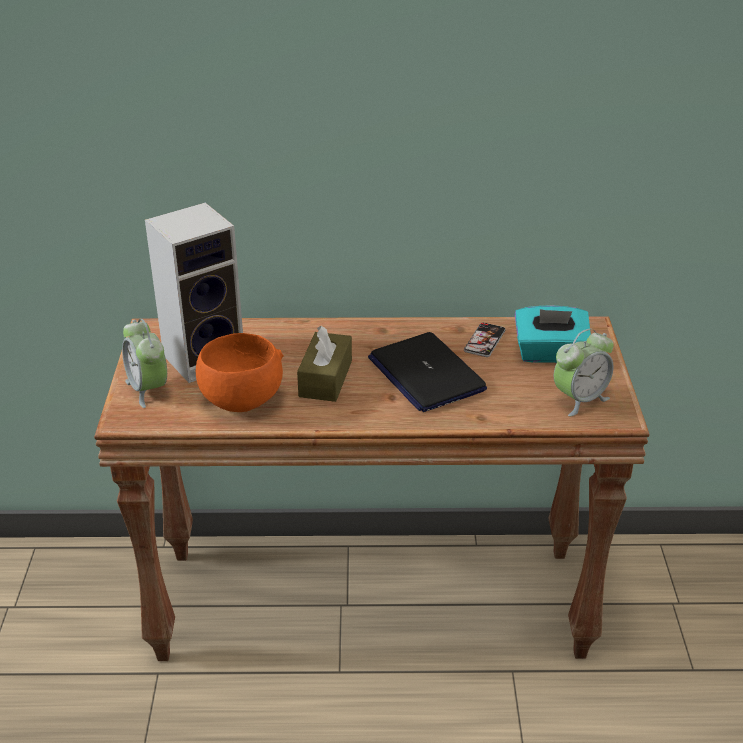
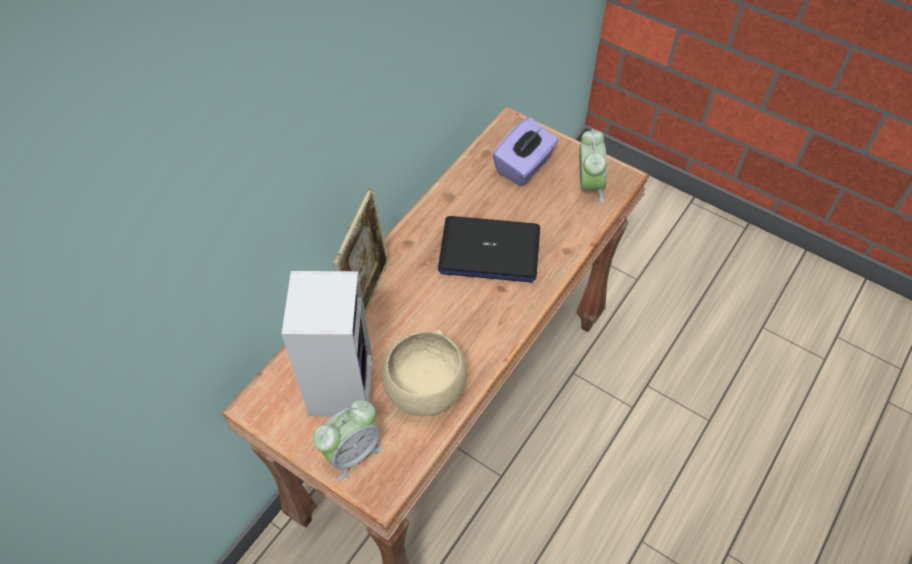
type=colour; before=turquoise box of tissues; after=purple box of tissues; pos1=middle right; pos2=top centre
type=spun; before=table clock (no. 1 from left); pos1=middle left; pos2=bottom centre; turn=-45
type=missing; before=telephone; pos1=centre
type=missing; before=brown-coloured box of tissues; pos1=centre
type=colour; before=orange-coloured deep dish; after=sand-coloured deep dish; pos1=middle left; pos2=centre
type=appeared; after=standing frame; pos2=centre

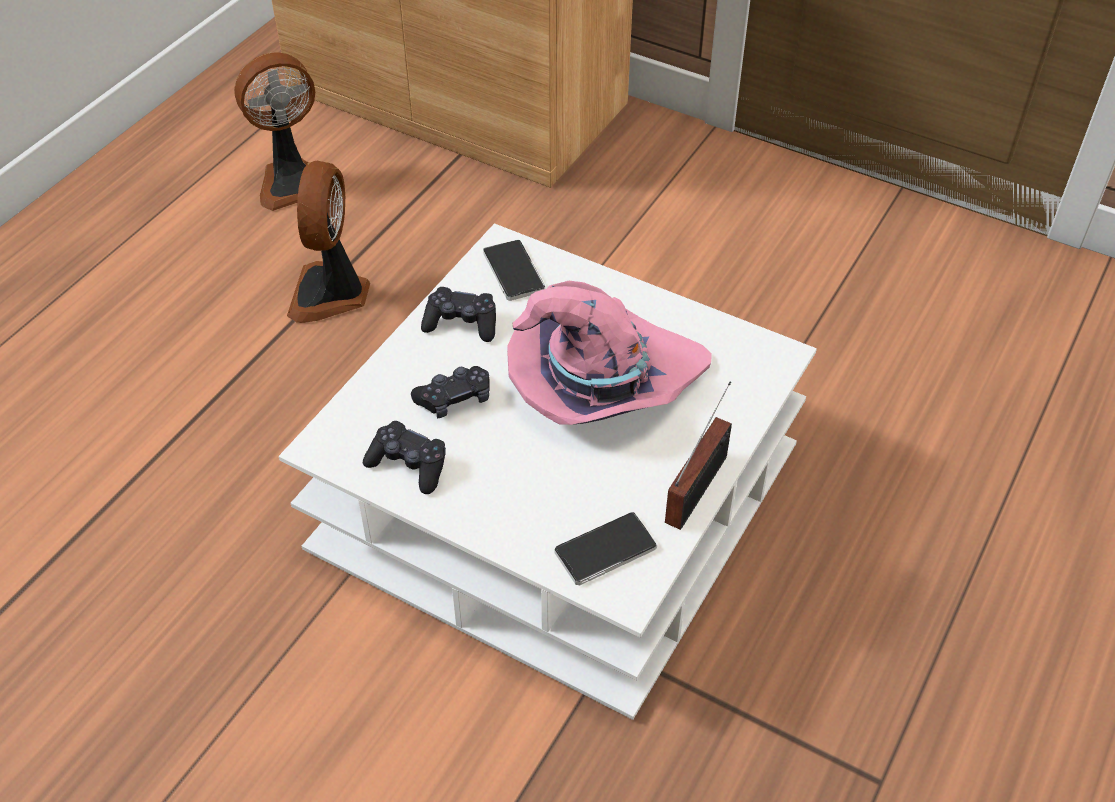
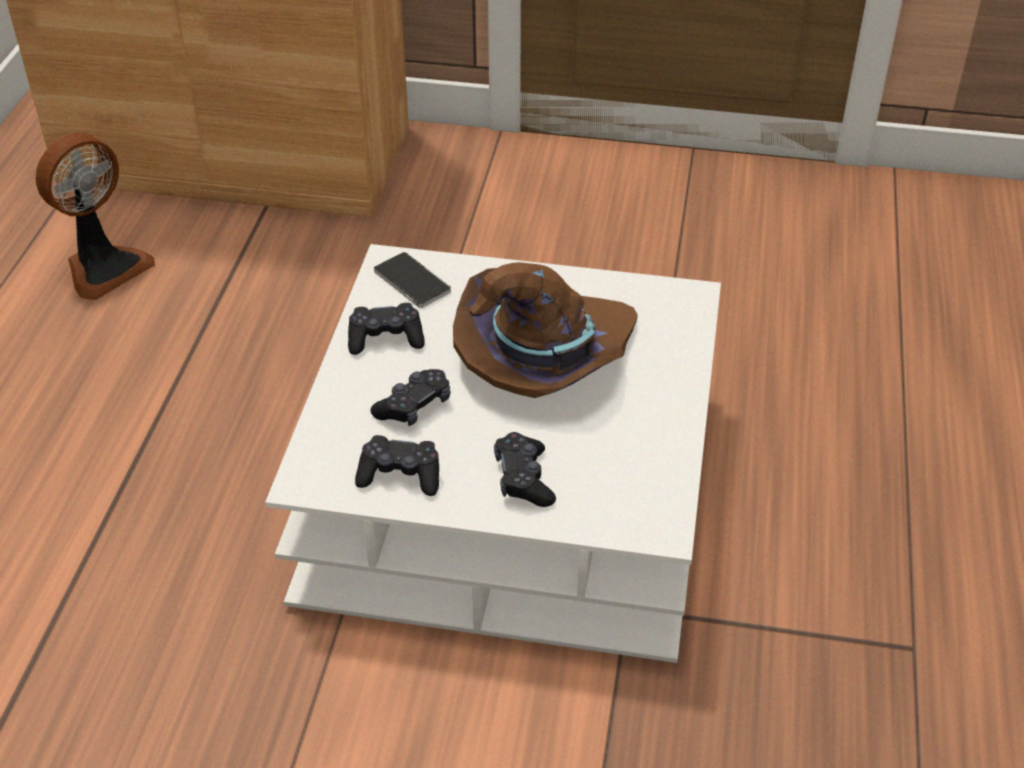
type=missing; before=electric fan (no. 2 from left); pos1=top left
type=colour; before=pink-coloured clothing hat; after=brown-coloured clothing hat; pos1=centre; pos2=centre
type=missing; before=radio set; pos1=centre
type=missing; before=telephone (no. 2 from left); pos1=bottom centre
type=appeared; after=black gamepad (no. 4 from left); pos2=centre

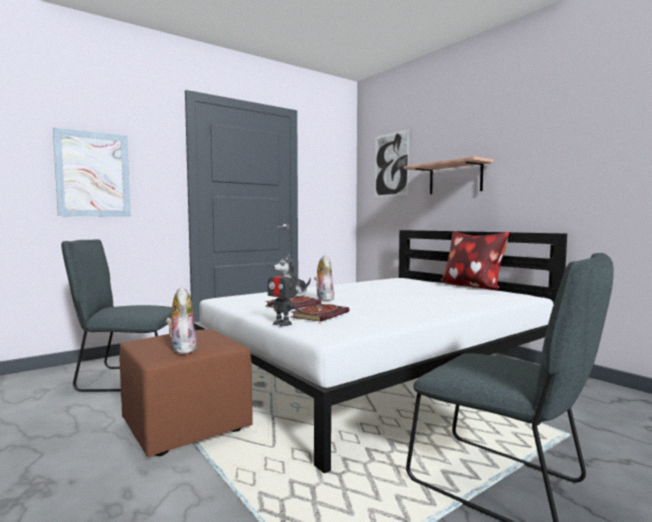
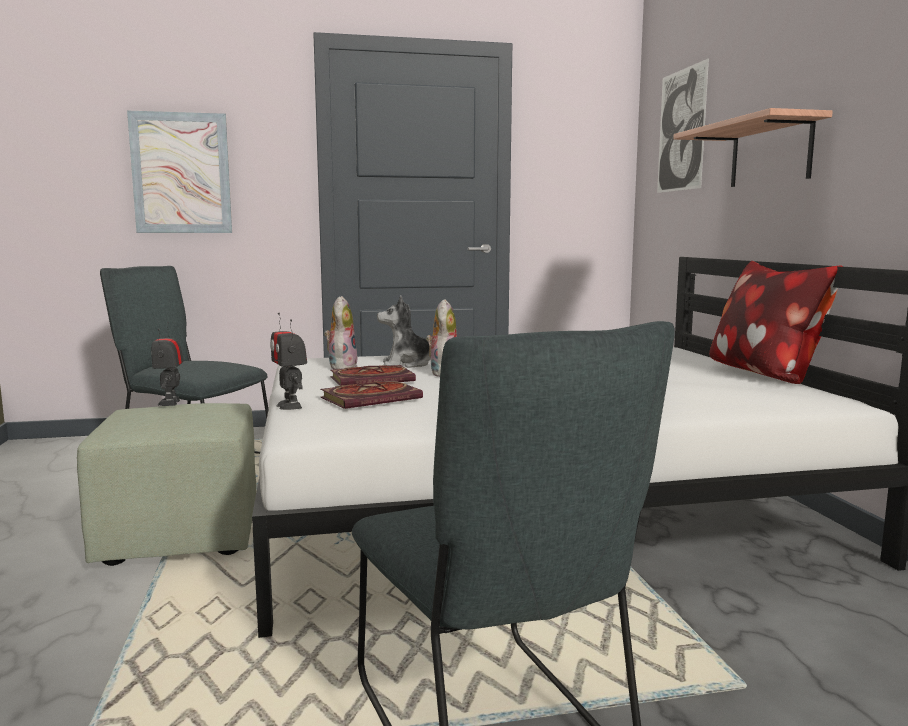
type=relocated; before=plush toy (no. 1 from left); pos1=middle left; pos2=centre
type=colour; before=brown-coloured ottoman; after=green-coloured ottoman; pos1=bottom left; pos2=bottom left
type=appeared; after=robot figure (no. 1 from left); pos2=middle left

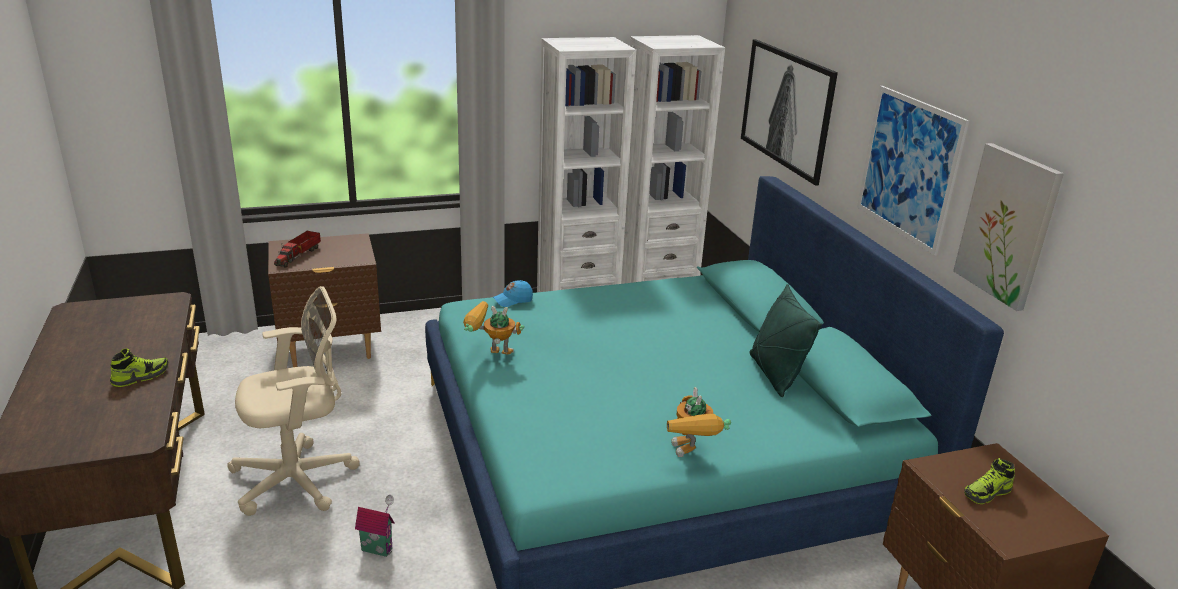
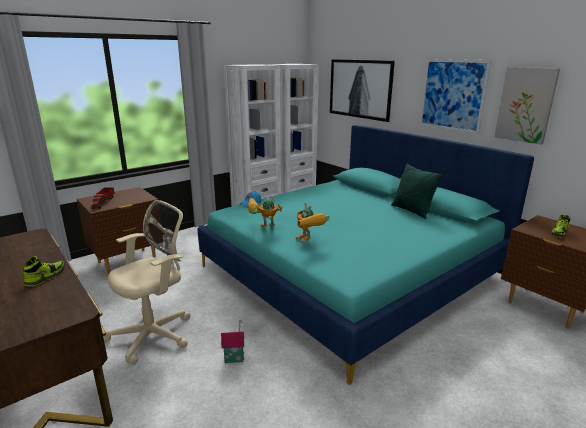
type=relocated; before=robot figure (no. 2 from left); pos1=bottom centre; pos2=centre

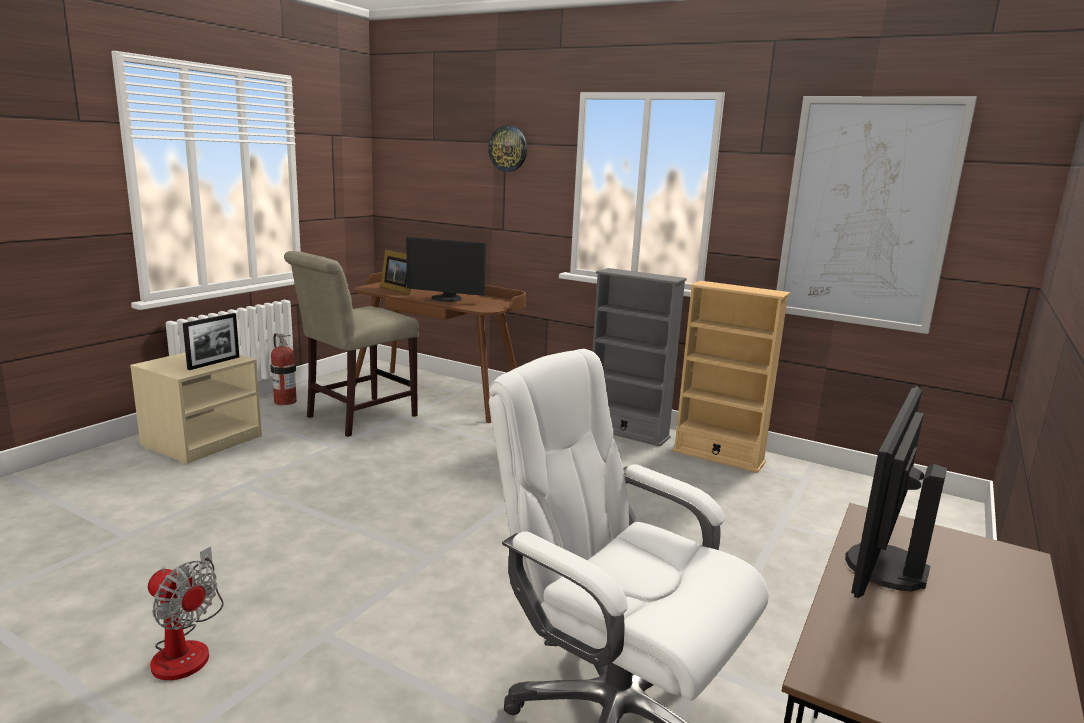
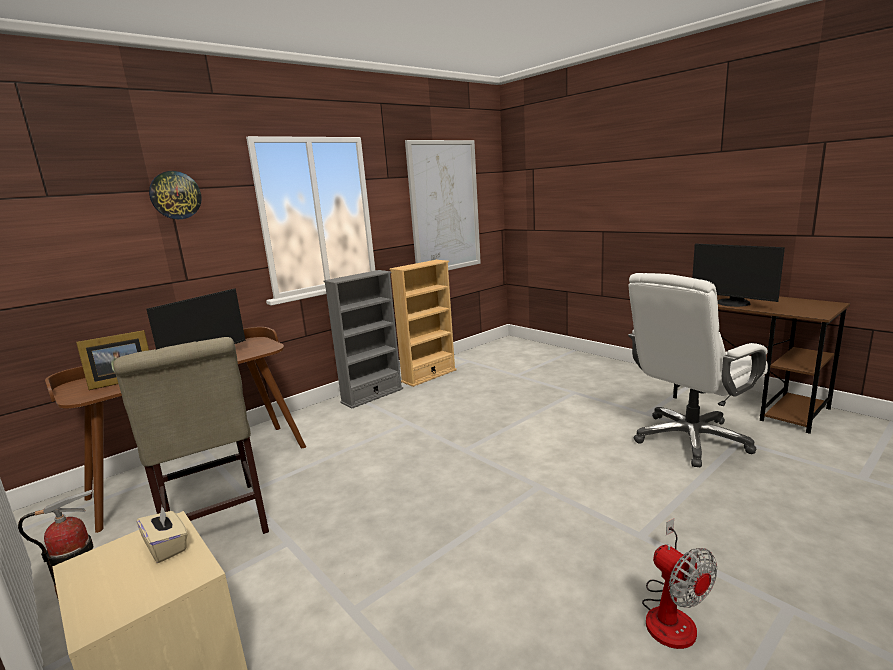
type=exchanged; before=standing frame (no. 1 from left); after=sand-coloured box of tissues; pos1=middle left; pos2=bottom left
type=spun; before=electric fan; pos1=bottom left; pos2=bottom right; turn=105

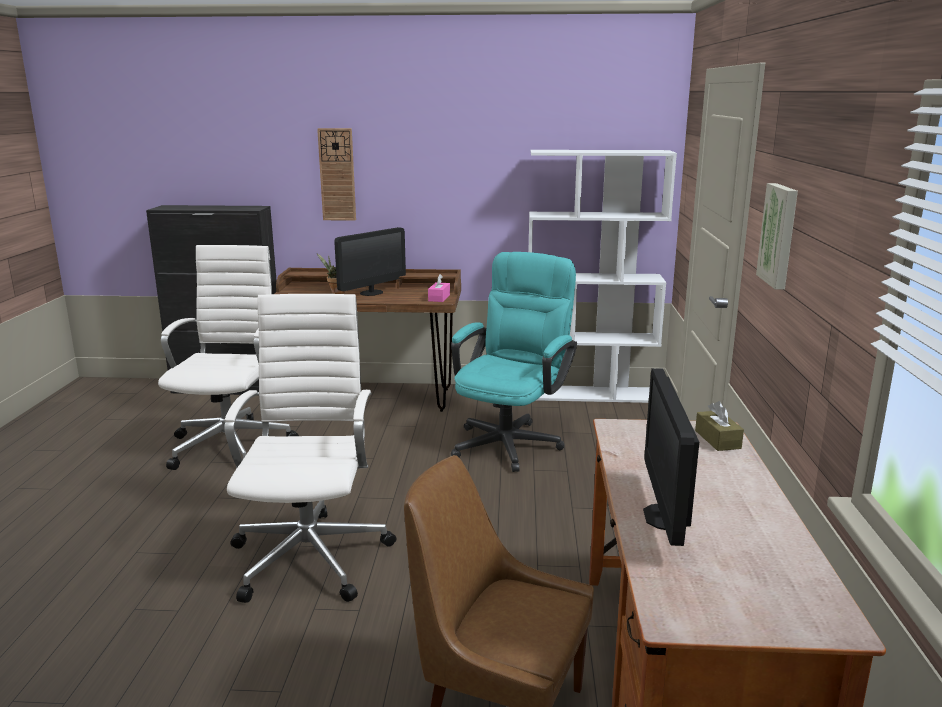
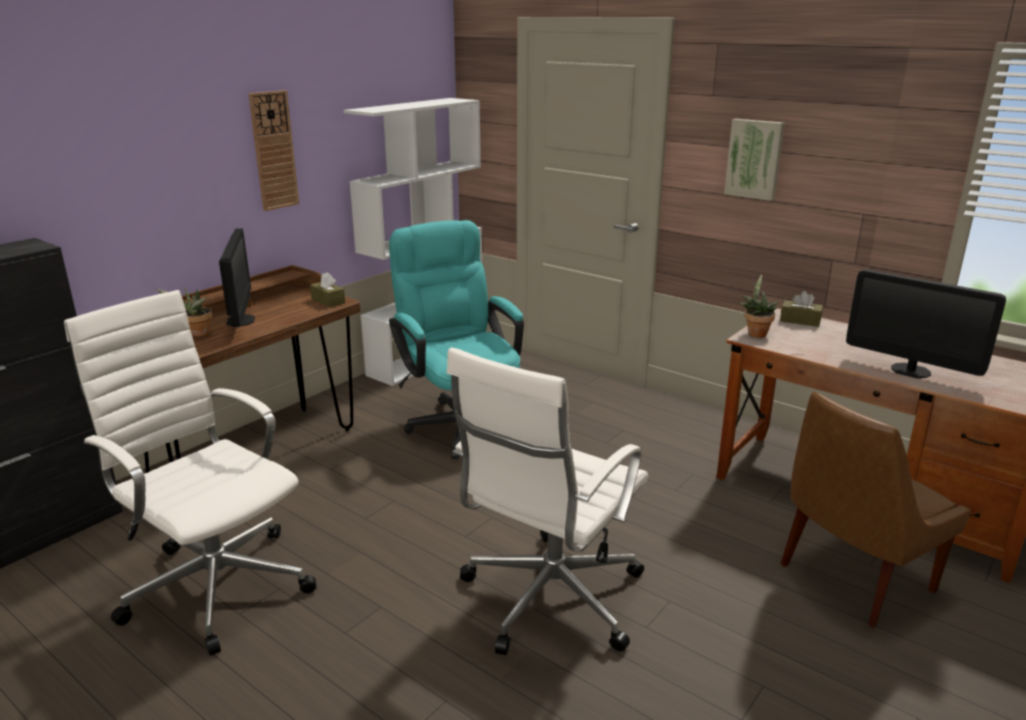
type=relocated; before=clock on the wall; pos1=top centre; pos2=top left
type=colour; before=pink-coloured box of tissues; after=brown-coloured box of tissues (no. 1 from left); pos1=centre; pos2=middle left
type=spun; before=white desk chair (no. 2 from left); pos1=middle left; pos2=bottom centre; turn=-90
type=appeared; after=potted plant (no. 2 from left); pos2=middle right

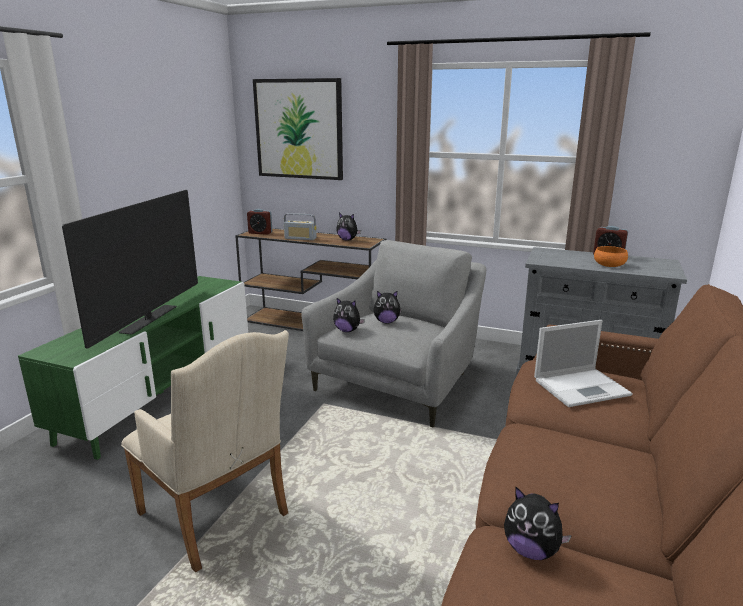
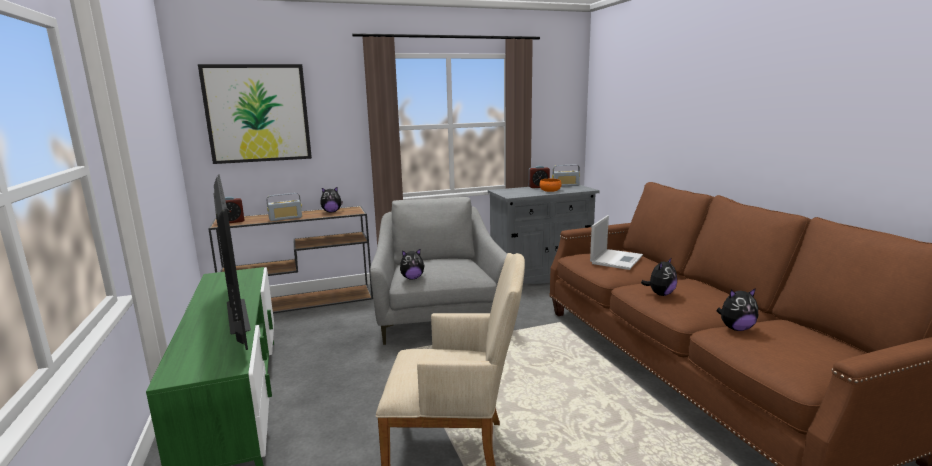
type=relocated; before=plush toy (no. 3 from left); pos1=centre; pos2=middle right
type=appeared; after=radio set (no. 2 from left); pos2=centre

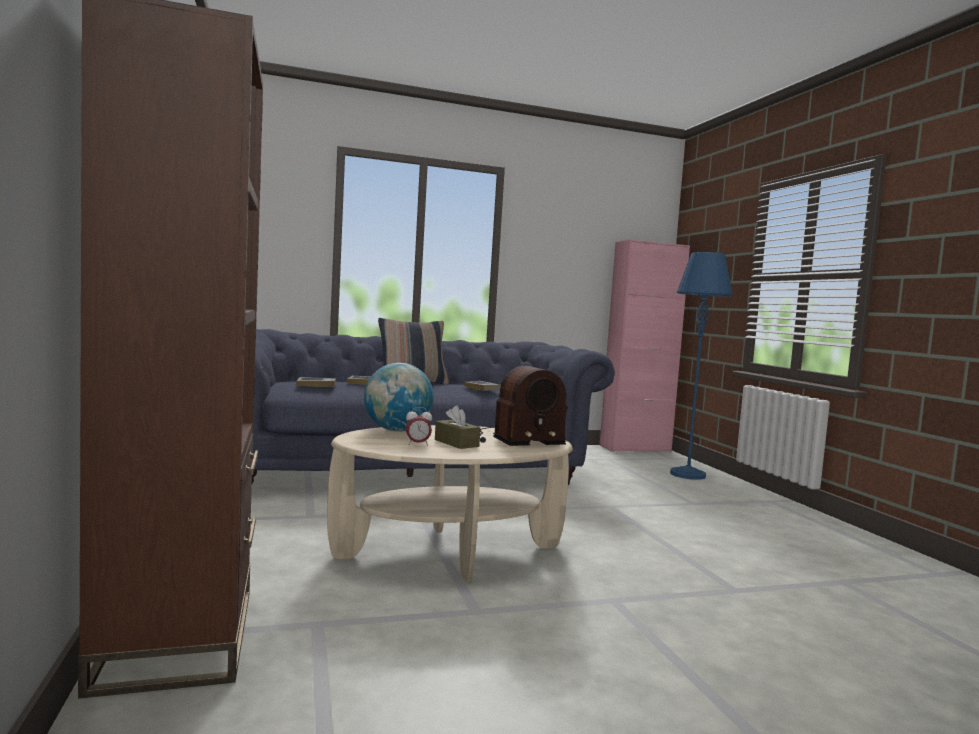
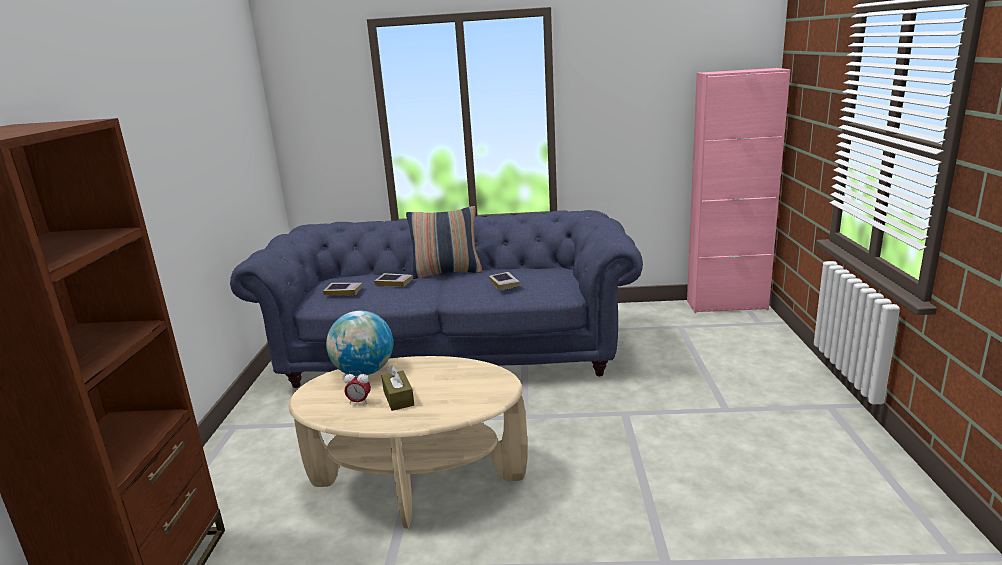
type=missing; before=bluish standing lamp; pos1=middle right
type=missing; before=radio set; pos1=centre

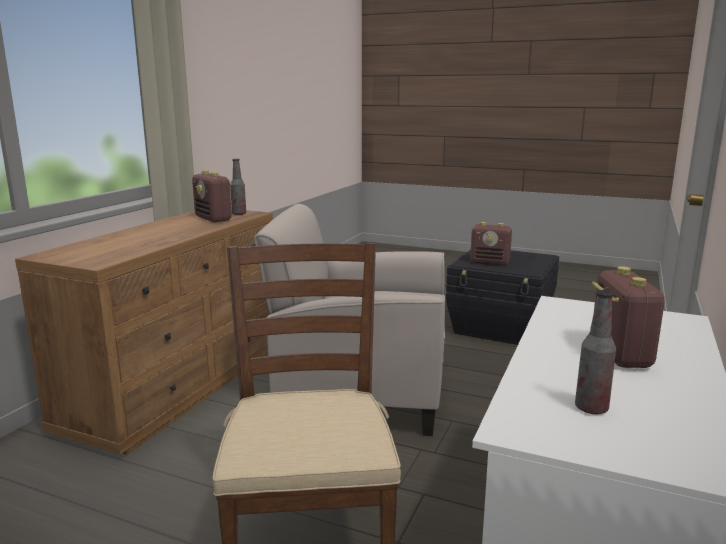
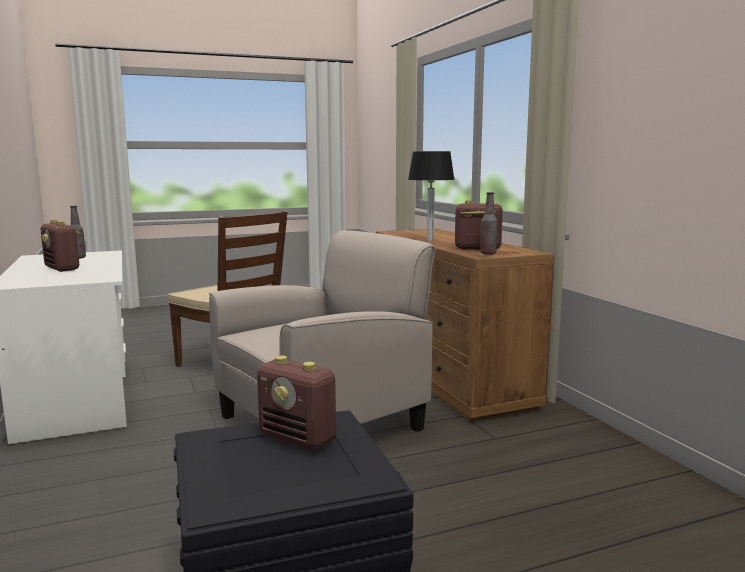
type=spun; before=radio set (no. 2 from left); pos1=middle right; pos2=bottom centre; turn=-120
type=appeared; after=table lamp; pos2=centre

